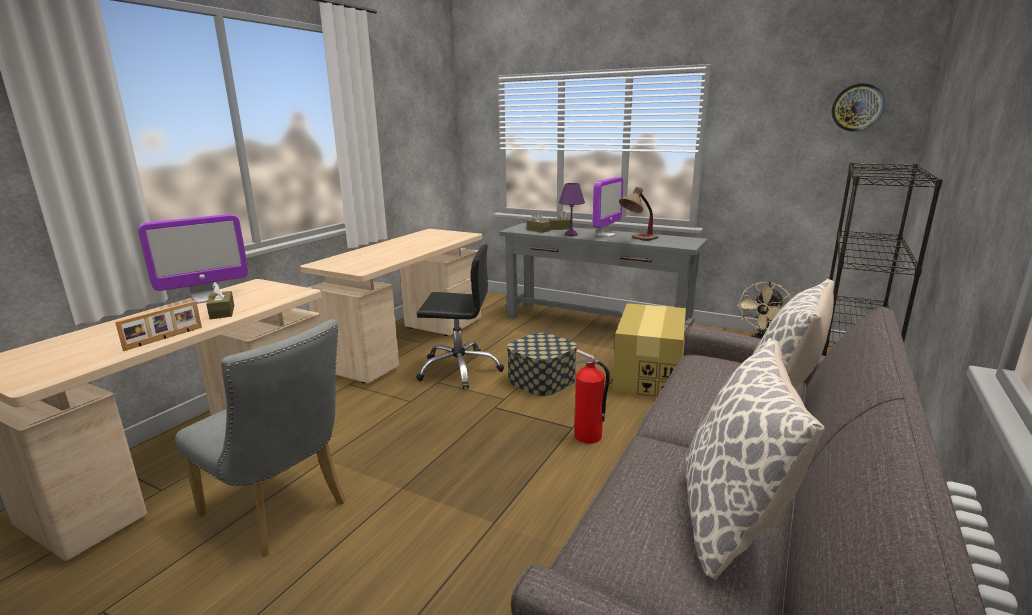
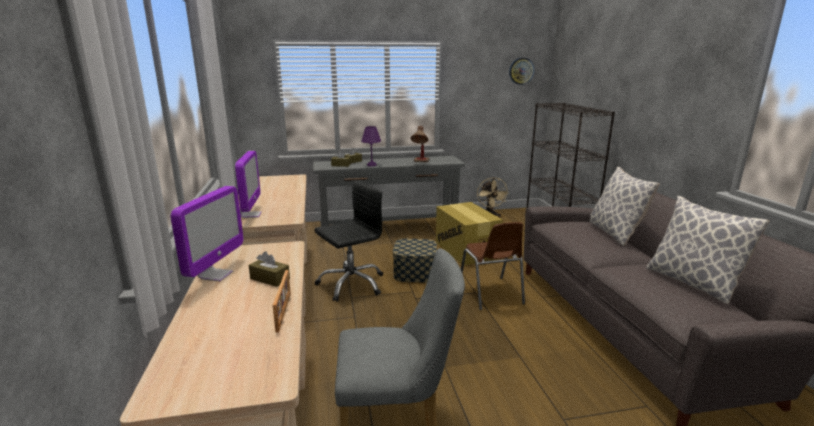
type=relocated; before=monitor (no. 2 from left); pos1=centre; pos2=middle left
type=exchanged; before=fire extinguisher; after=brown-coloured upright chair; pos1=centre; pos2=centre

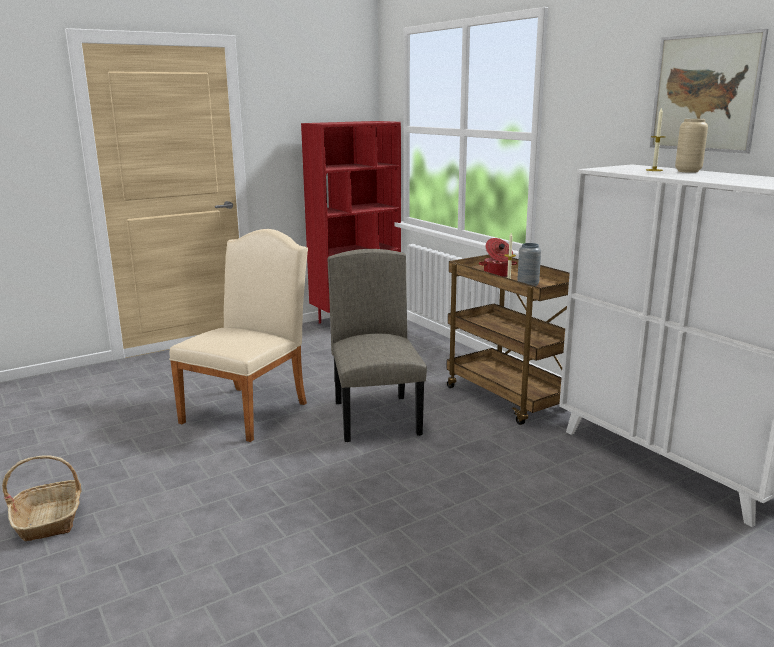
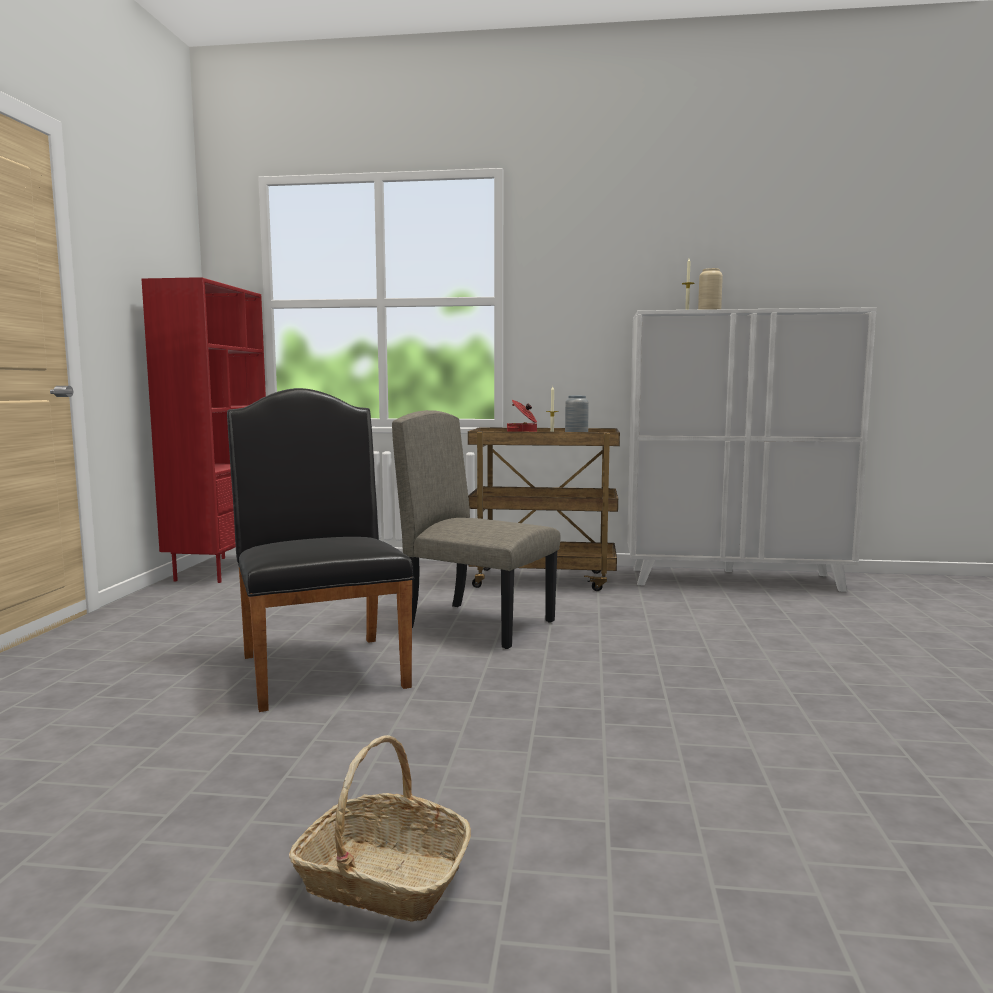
type=missing; before=wall picture; pos1=top right
type=colour; before=sand-coloured upright chair (no. 1 from left); after=black upright chair; pos1=middle left; pos2=middle left

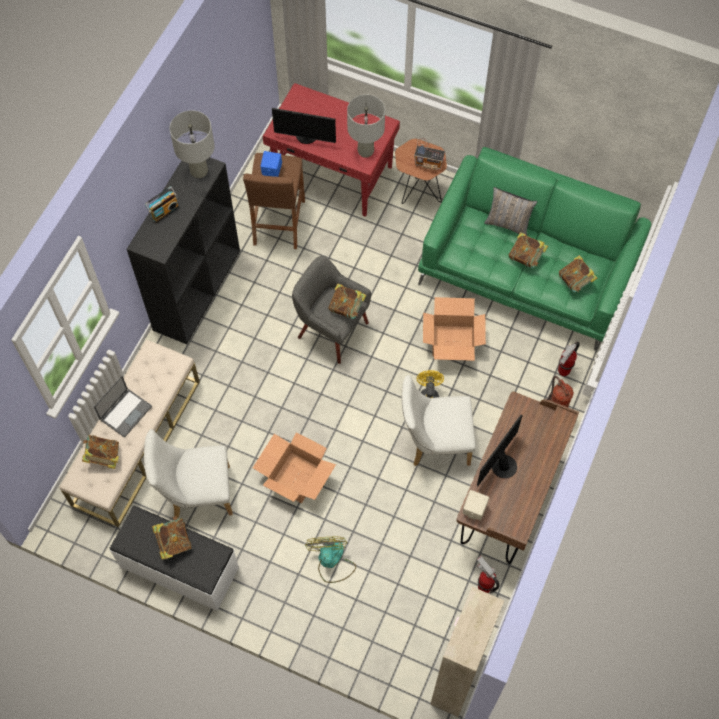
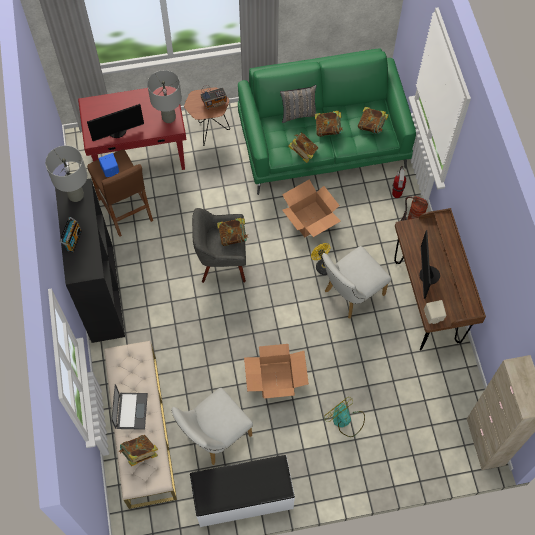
type=relocated; before=bound book (no. 2 from left in the first image); after=bound book (no. 3 from left); pos1=bottom left; pos2=top centre
type=missing; before=fire extinguisher (no. 1 from left); pos1=bottom right

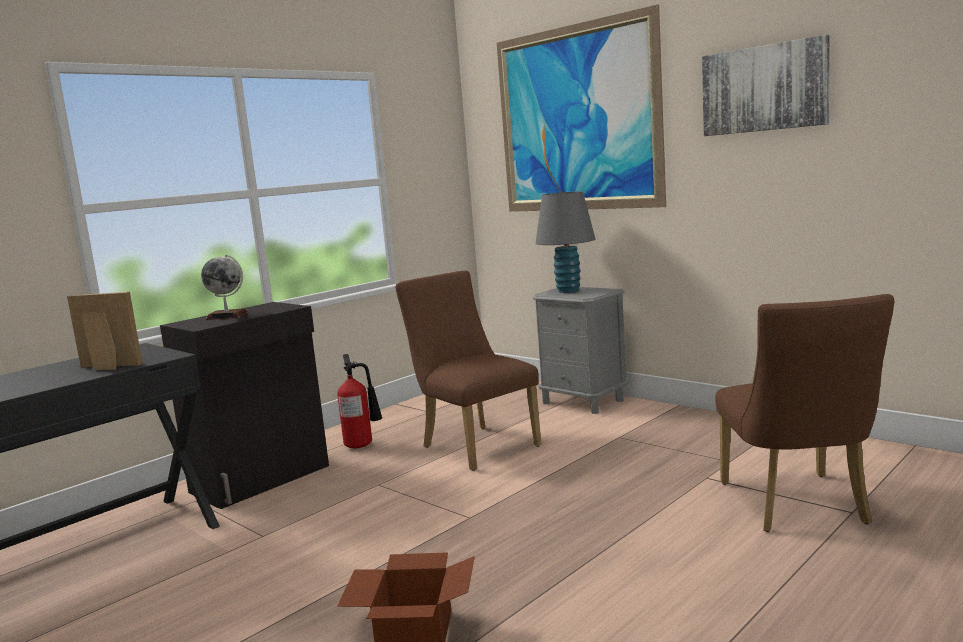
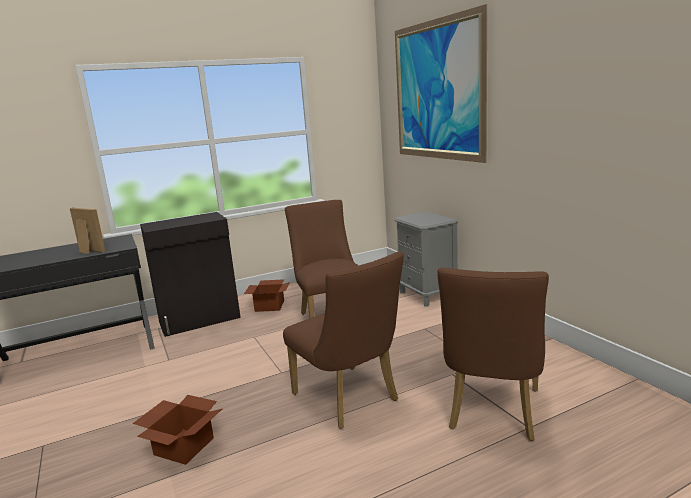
type=missing; before=wall picture (no. 2 from left); pos1=top right
type=missing; before=greyish table lamp; pos1=centre
type=missing; before=desk globe; pos1=middle left
type=exchanged; before=fire extinguisher; after=carton (no. 2 from left); pos1=centre; pos2=centre
type=appeared; after=brown-coloured upright chair (no. 2 from left); pos2=bottom centre

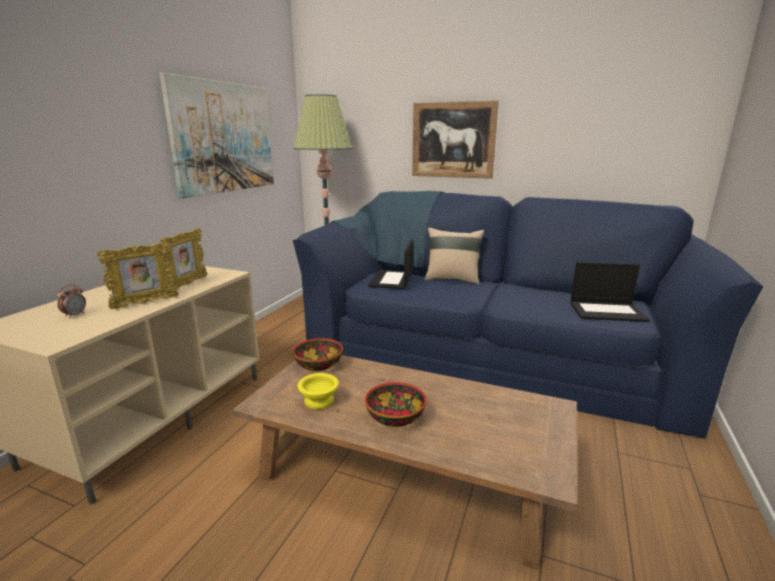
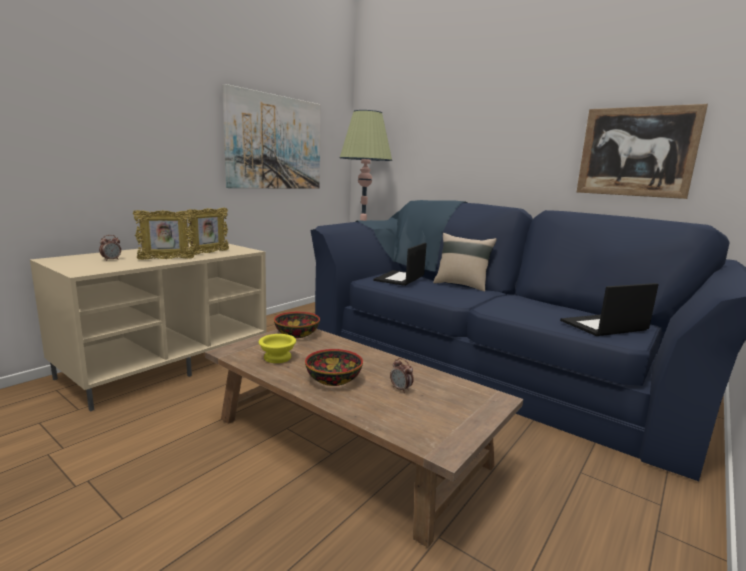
type=relocated; before=wall picture (no. 2 from left); pos1=top centre; pos2=top right
type=spun; before=laptop (no. 2 from left); pos1=middle right; pos2=middle right; turn=135
type=appeared; after=table clock (no. 2 from left); pos2=centre

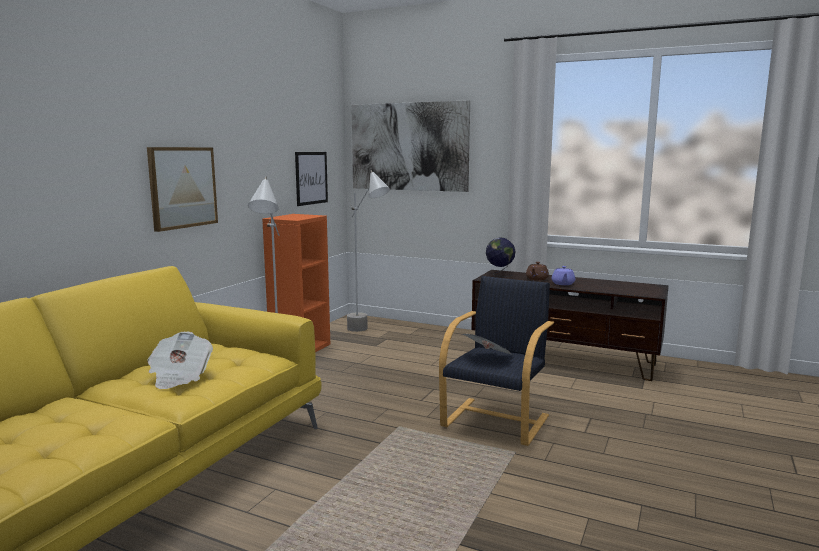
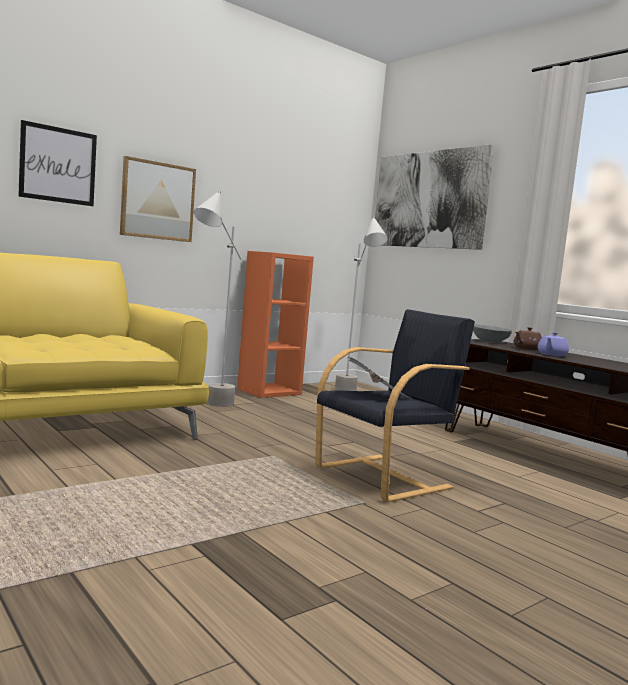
type=relocated; before=wall picture (no. 2 from left in the first image); after=wall picture (no. 1 from left); pos1=top centre; pos2=top left
type=exchanged; before=desk globe; after=greyish deep dish; pos1=centre; pos2=middle right
type=missing; before=daily paper (no. 1 from left); pos1=middle left

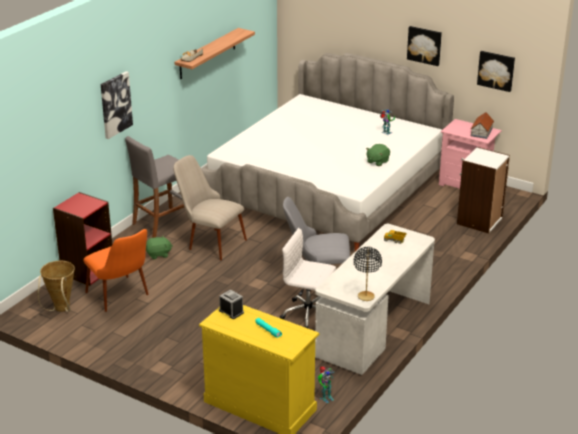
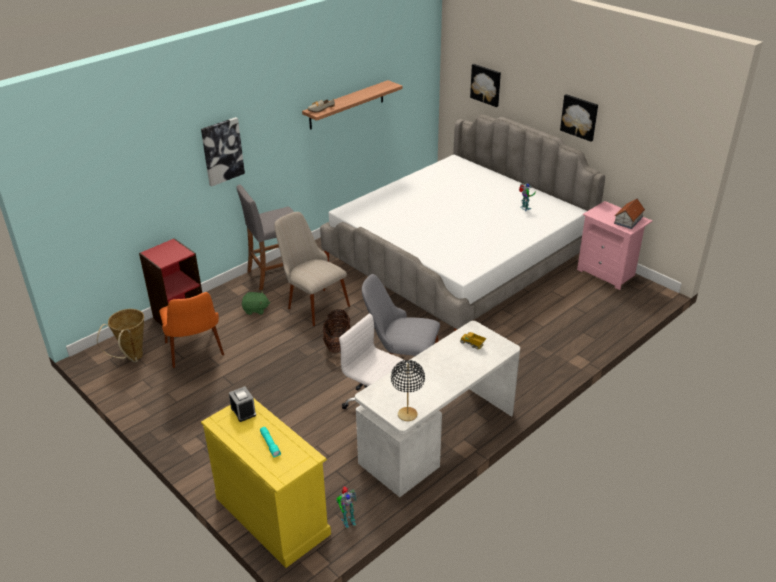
type=relocated; before=wall picture (no. 3 from left in the first image); after=wall picture (no. 2 from left); pos1=top right; pos2=top centre
type=missing; before=green-coloured plush toy (no. 2 from left); pos1=centre
type=missing; before=white shelving unit; pos1=middle right
type=appeared; after=basket (no. 2 from left); pos2=centre

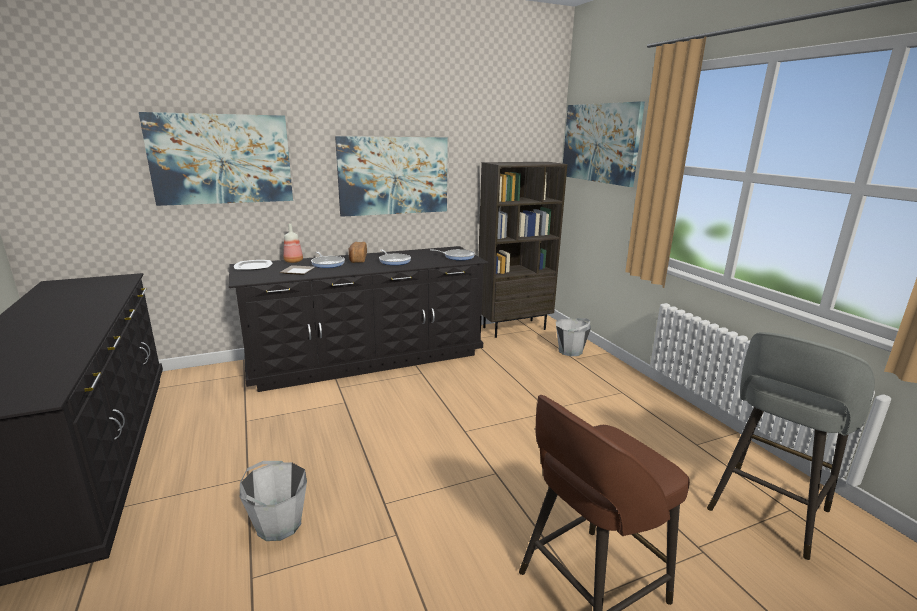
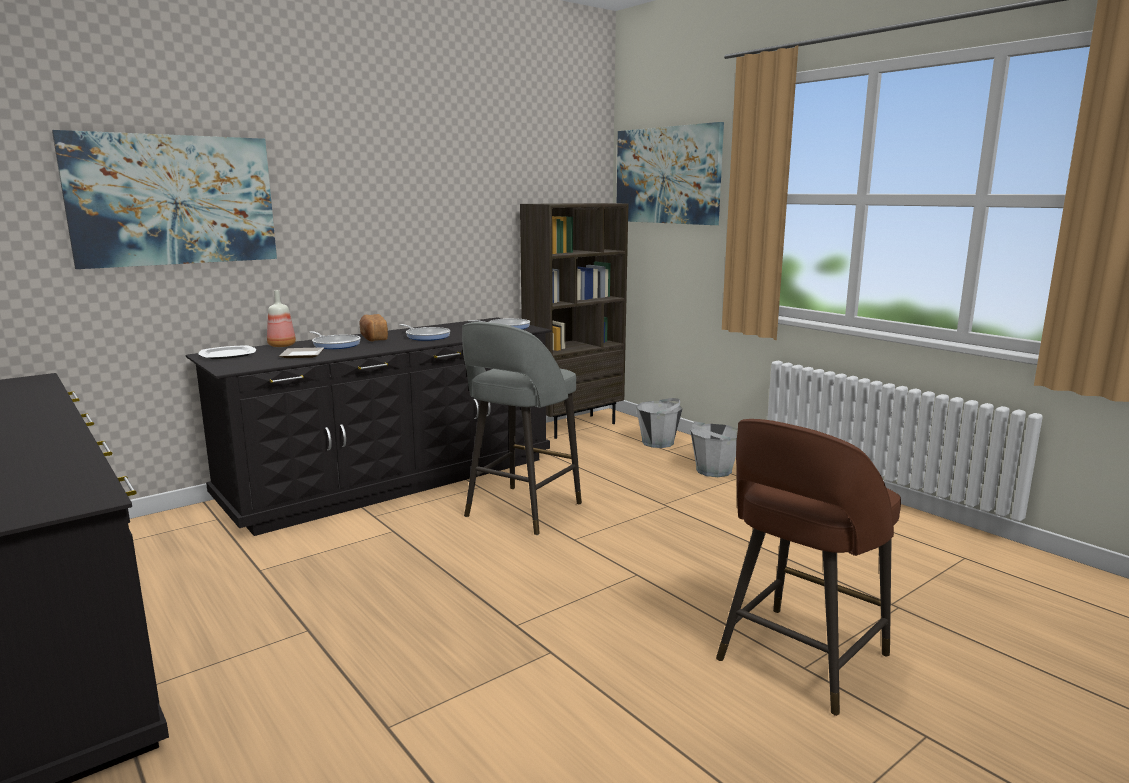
type=missing; before=wall picture (no. 2 from left); pos1=top centre
type=relocated; before=greyish stool; pos1=bottom right; pos2=centre
type=relocated; before=greyish water bucket (no. 1 from left in the first image); after=greyish water bucket (no. 2 from left); pos1=bottom left; pos2=centre

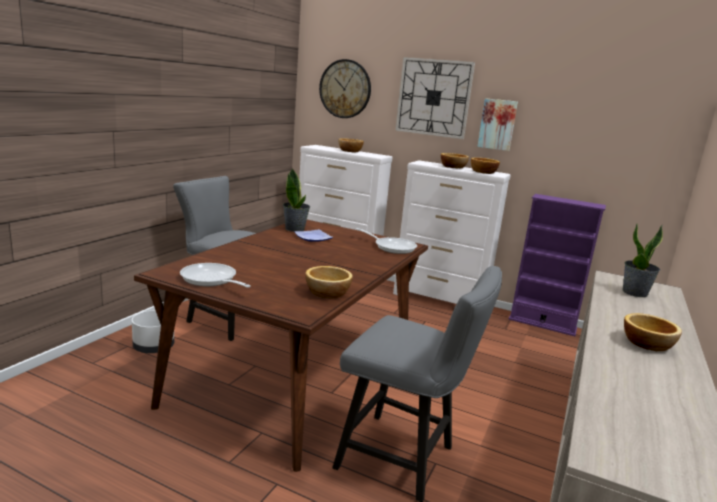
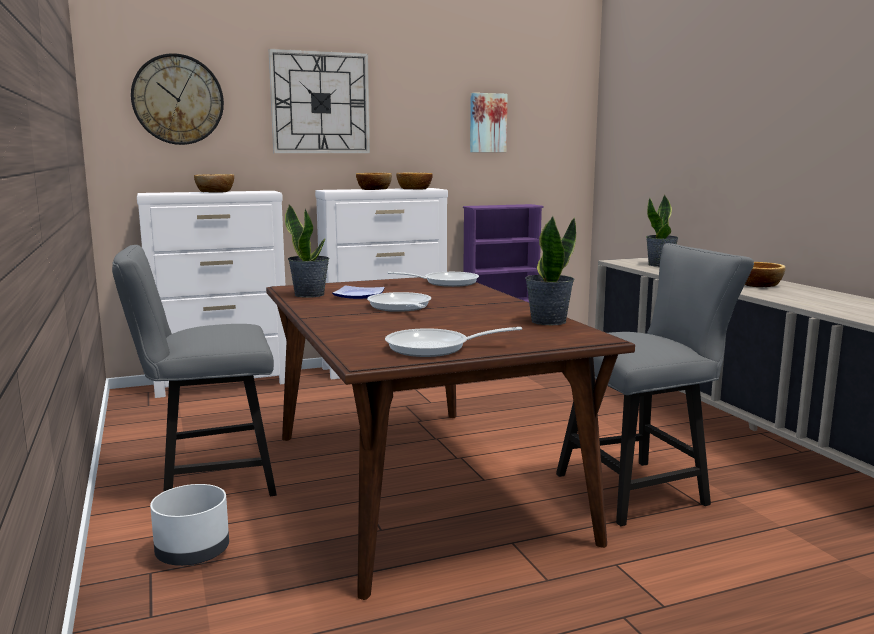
type=relocated; before=wall picture; pos1=top right; pos2=top centre
type=exchanged; before=deep dish (no. 1 from left); after=potted plant (no. 2 from left); pos1=centre; pos2=centre
type=appeared; after=frying pan (no. 1 from left); pos2=centre

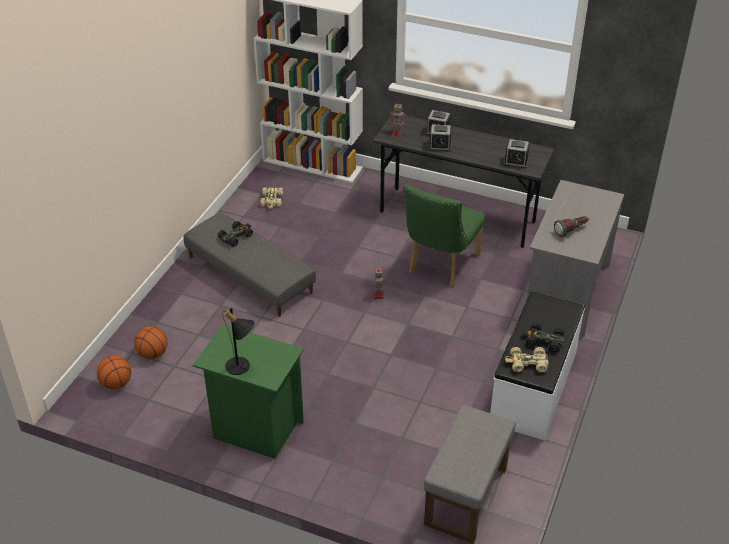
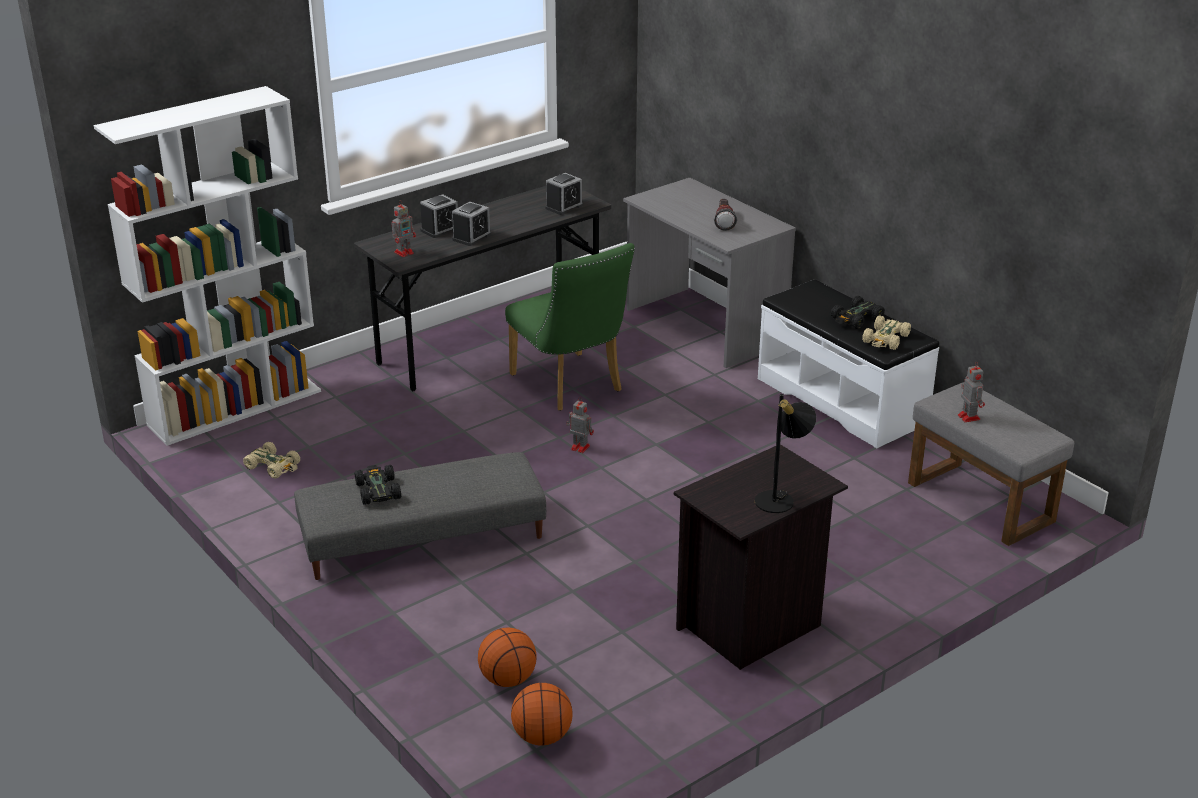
type=colour; before=green-coloured night table; after=black night table; pos1=bottom centre; pos2=bottom centre
type=appeared; after=robot figure (no. 3 from left); pos2=middle right

